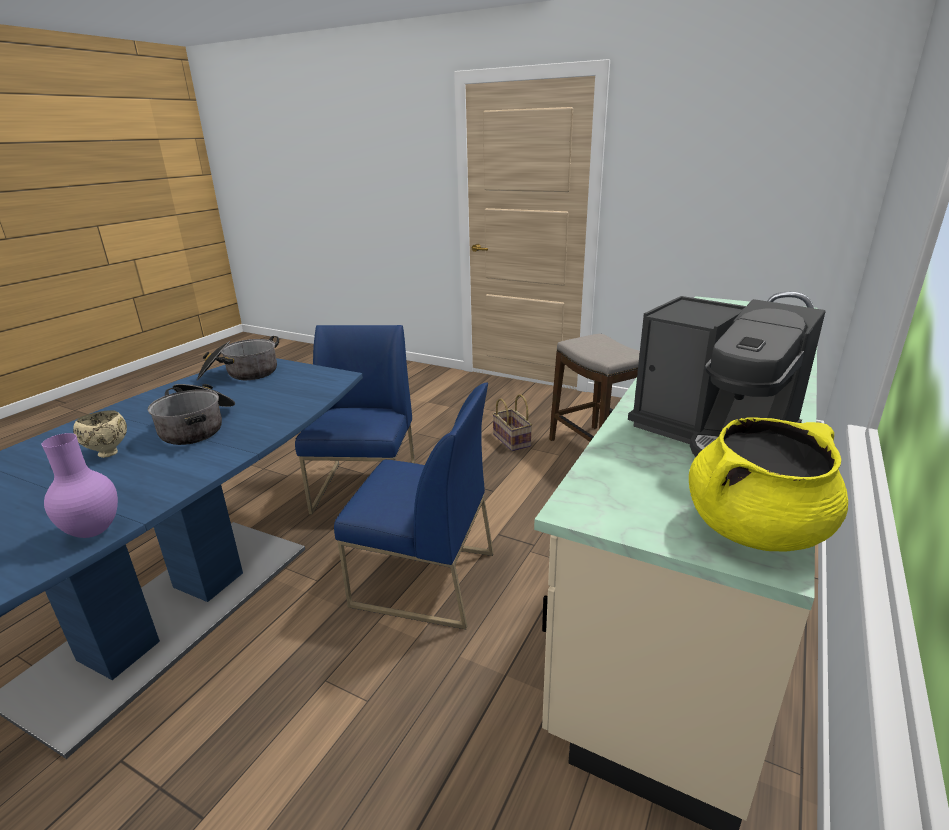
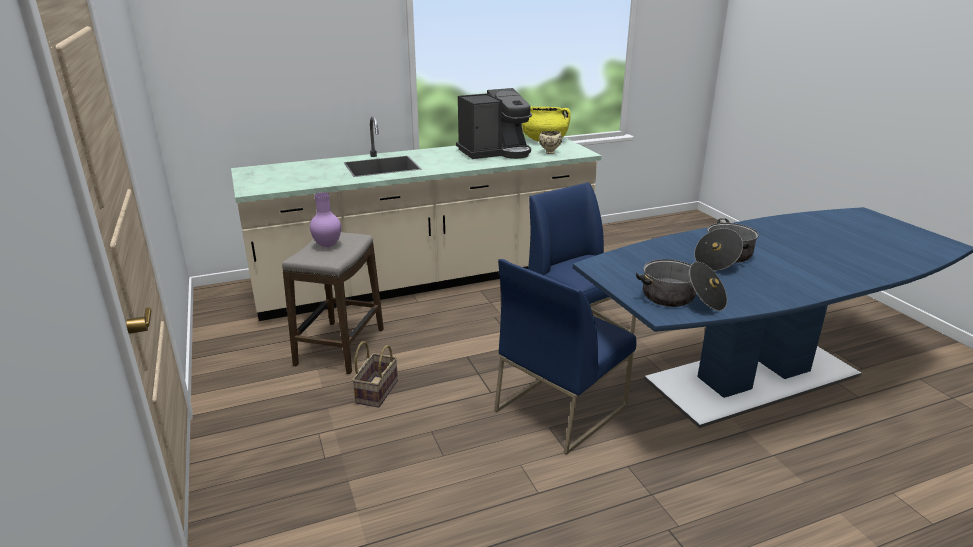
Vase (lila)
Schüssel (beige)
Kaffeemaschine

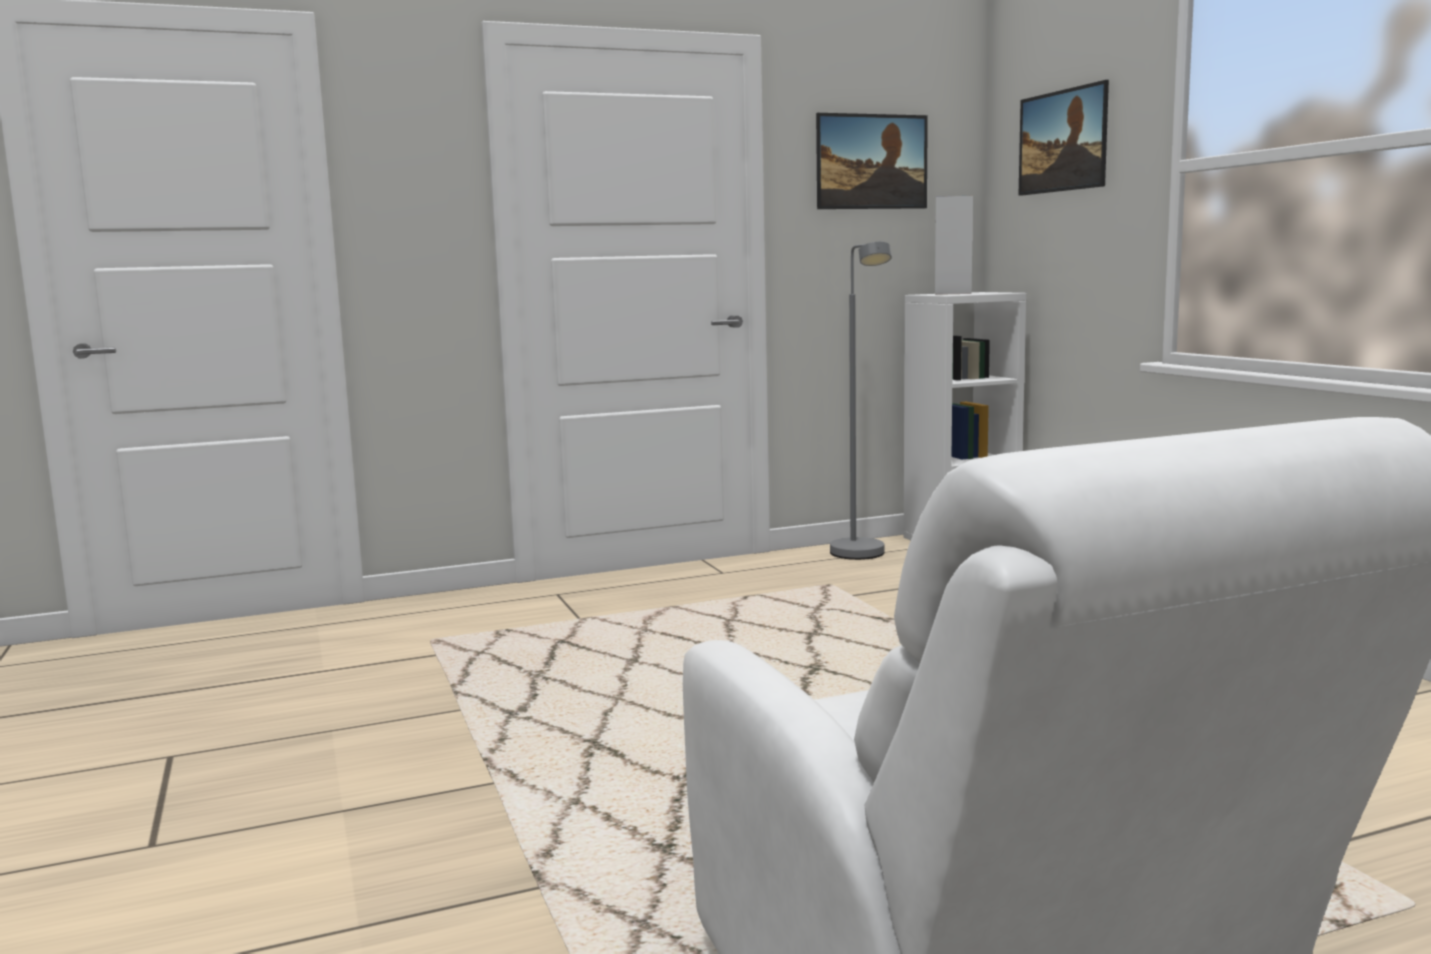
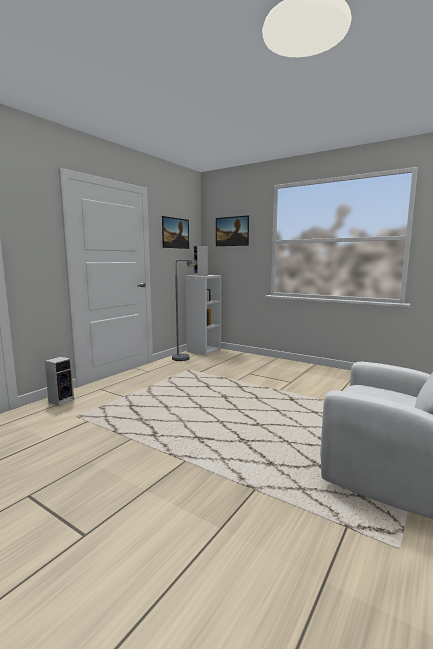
Lautsprecher (1st from left)

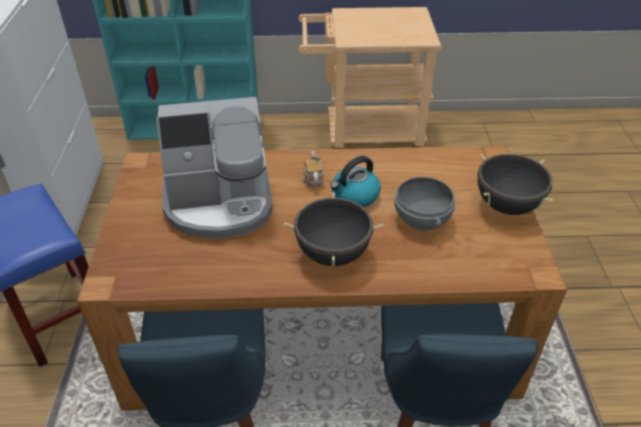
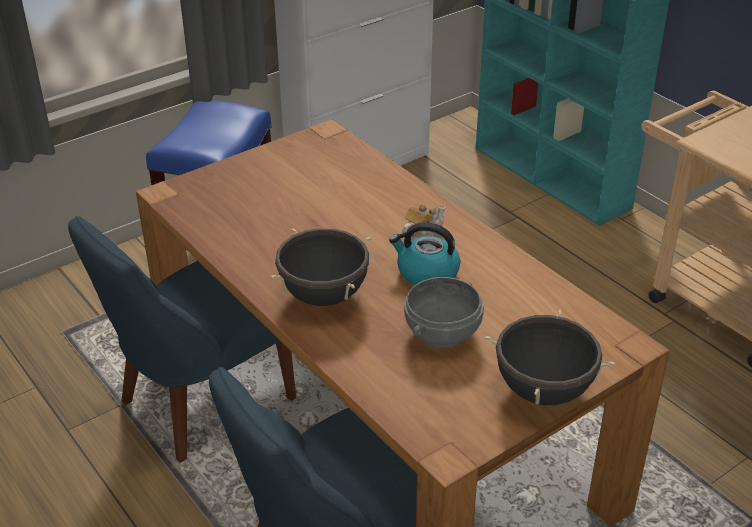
Kaffeemaschine

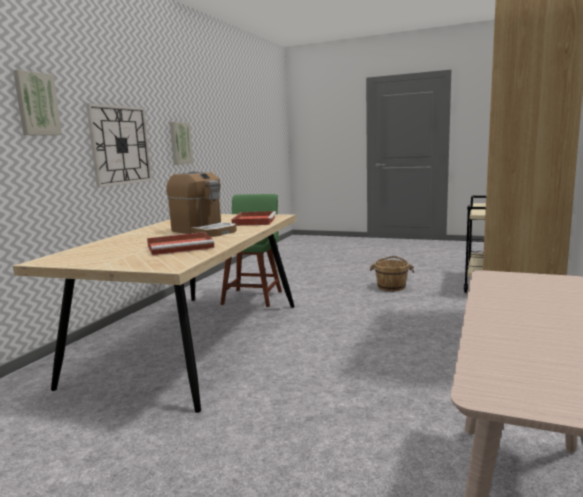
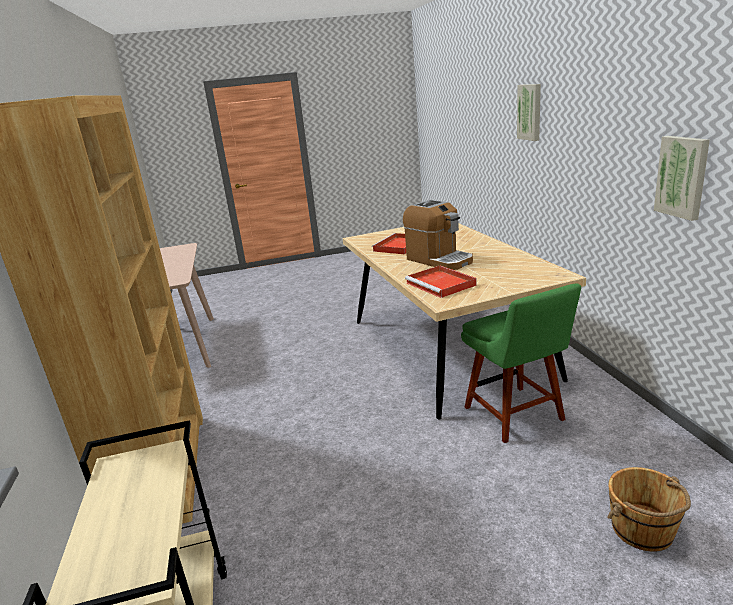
Wanduhr
Kaffeemaschine
Eimer (braun)

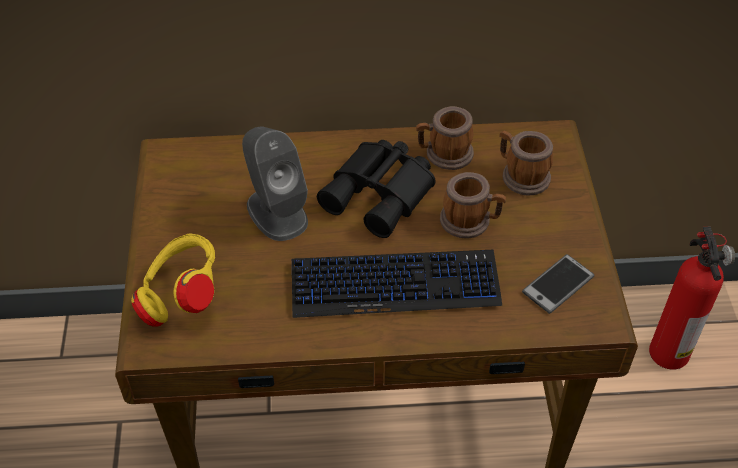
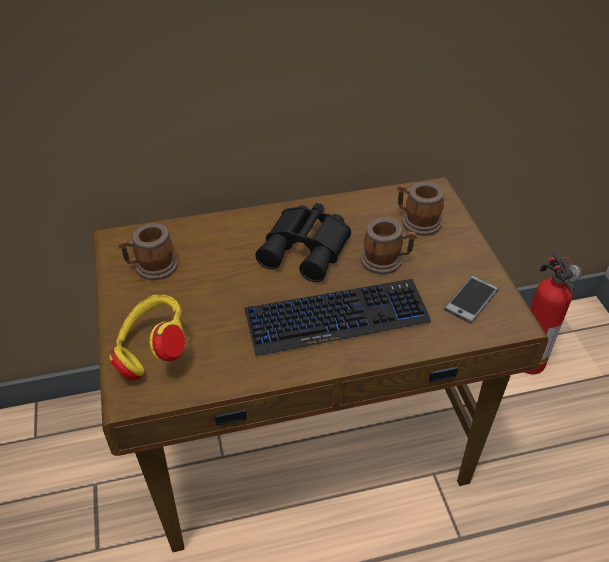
Lautsprecher (grau)
Henkelbecher (1st from left)

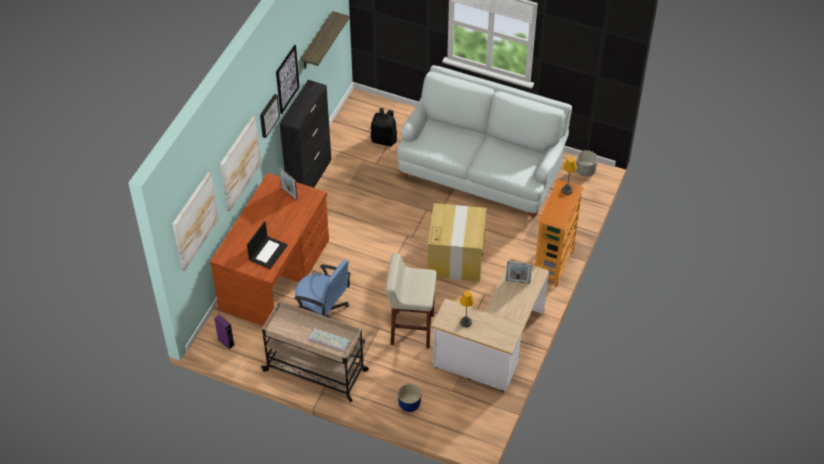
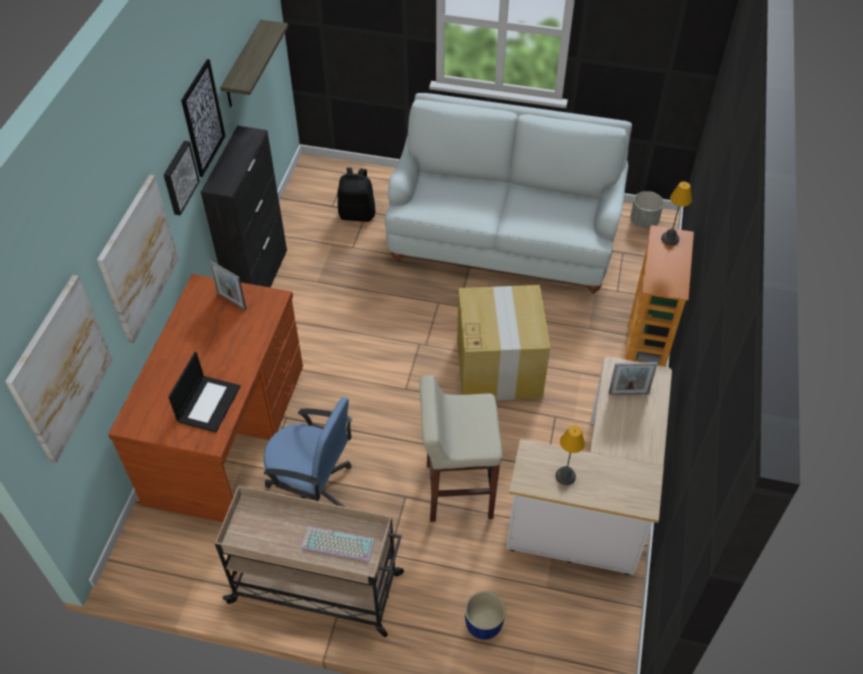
Lautsprecher (lila)

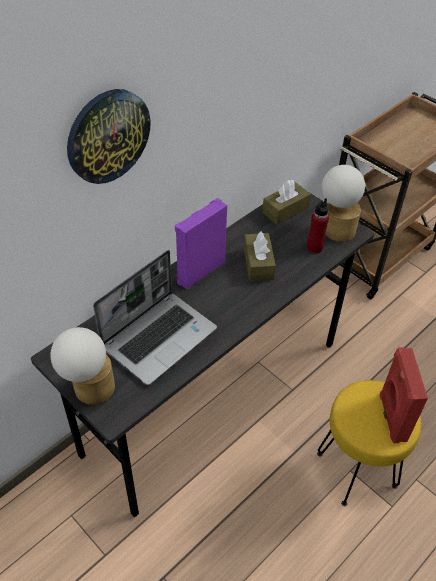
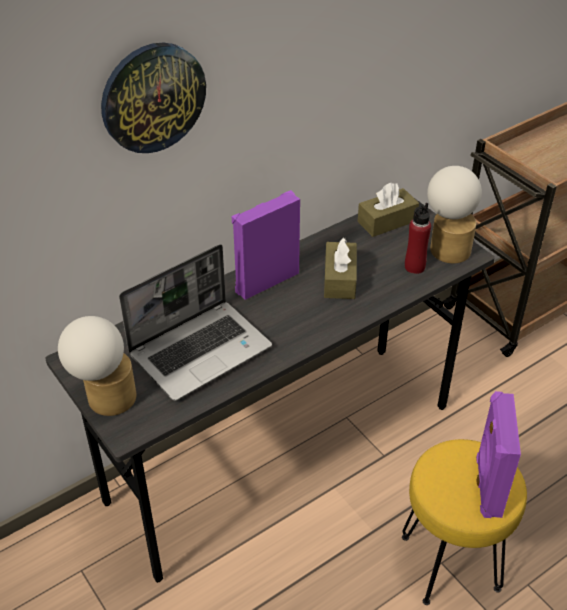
Lautsprecher (lila) (2nd from left)

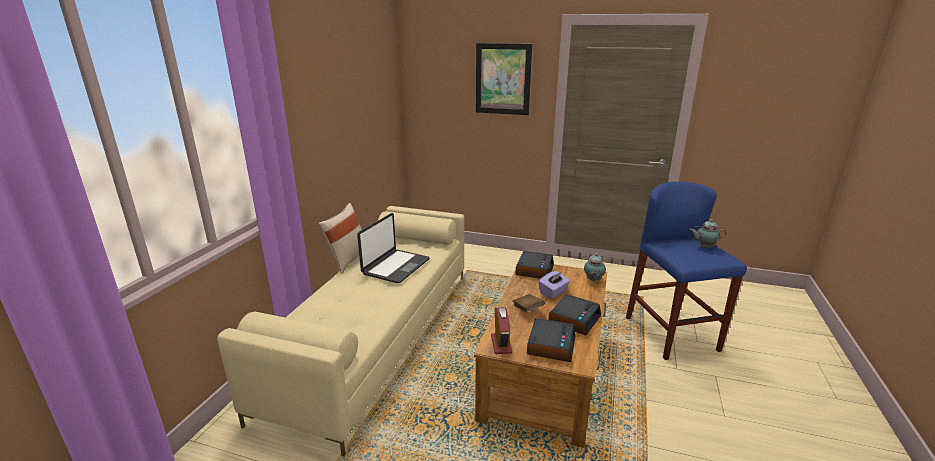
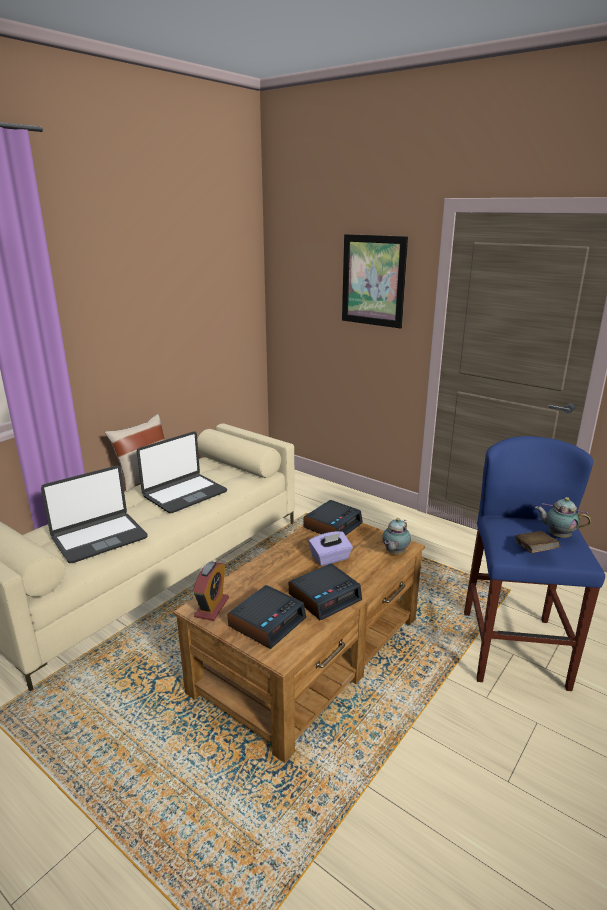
Buch (braun)
Laptop (1st from left)

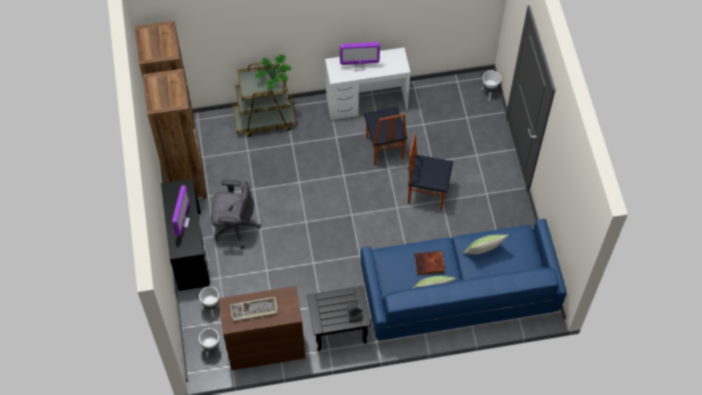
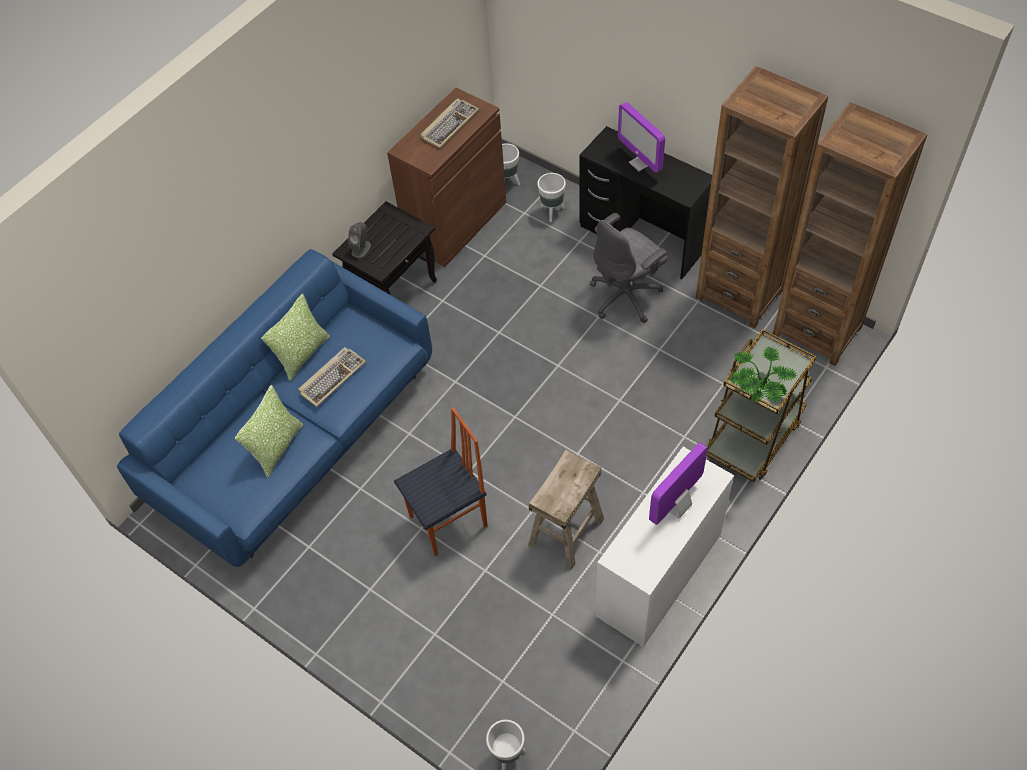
Hocker (beige)
Tastatur (1st from left)

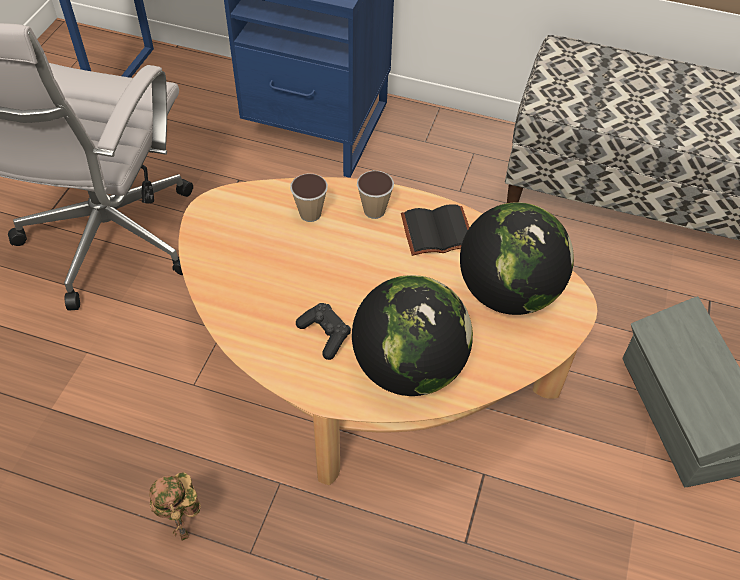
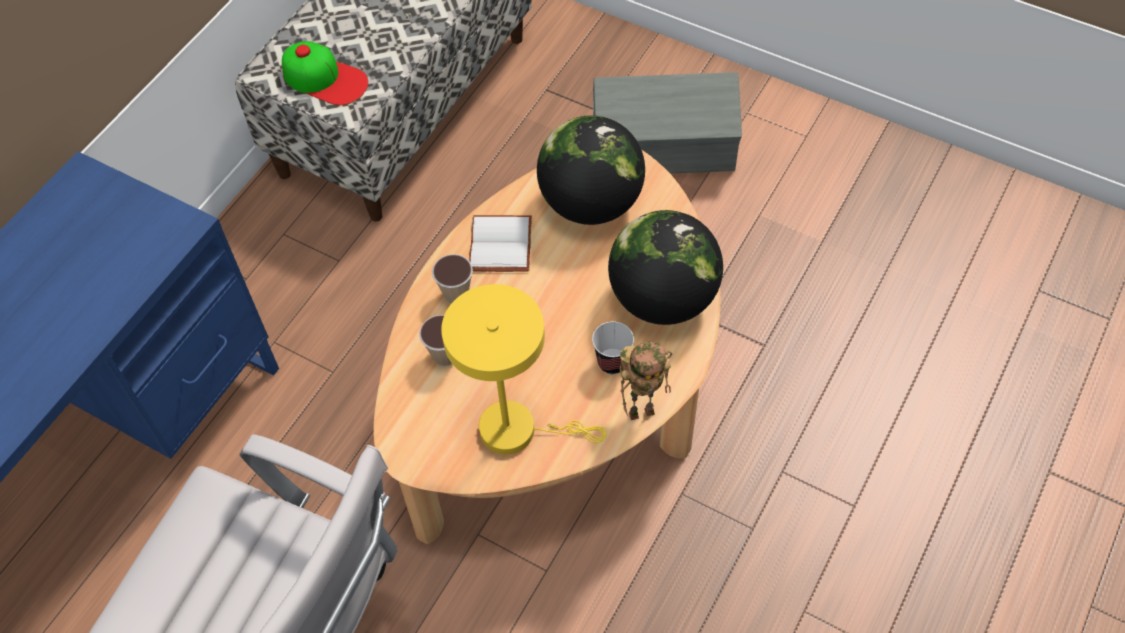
Spielzeugroboter
Tasse (3rd from left)
Buch (weiß)
Kappe
Tischlampe (gelb)

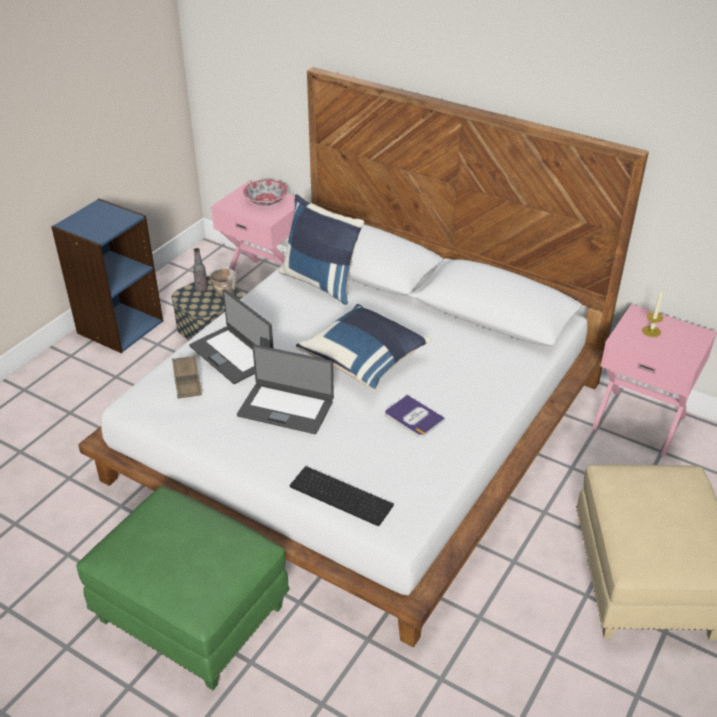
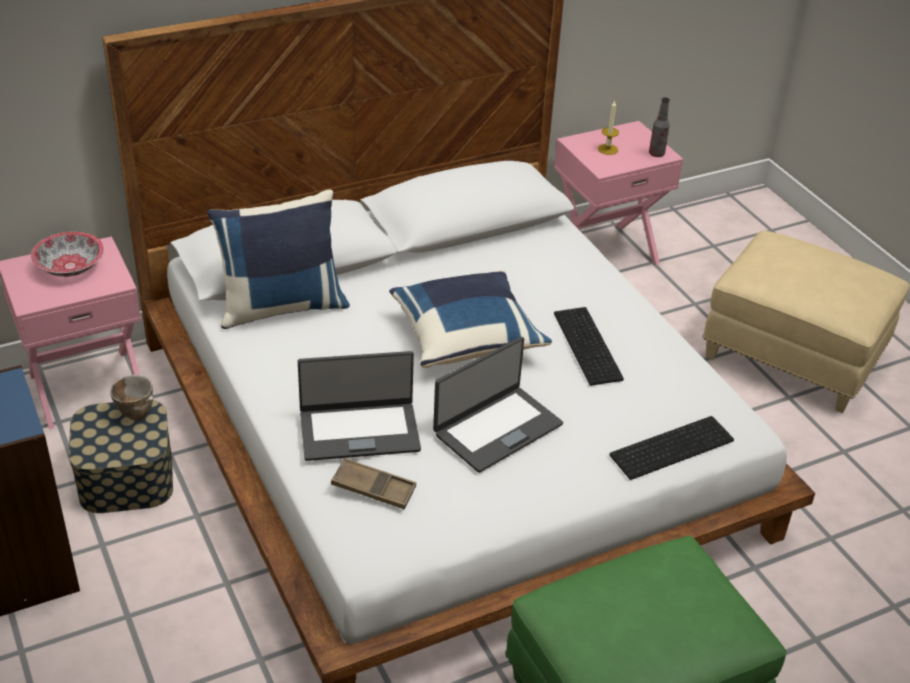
Flasche
Tastatur (1st from left)

